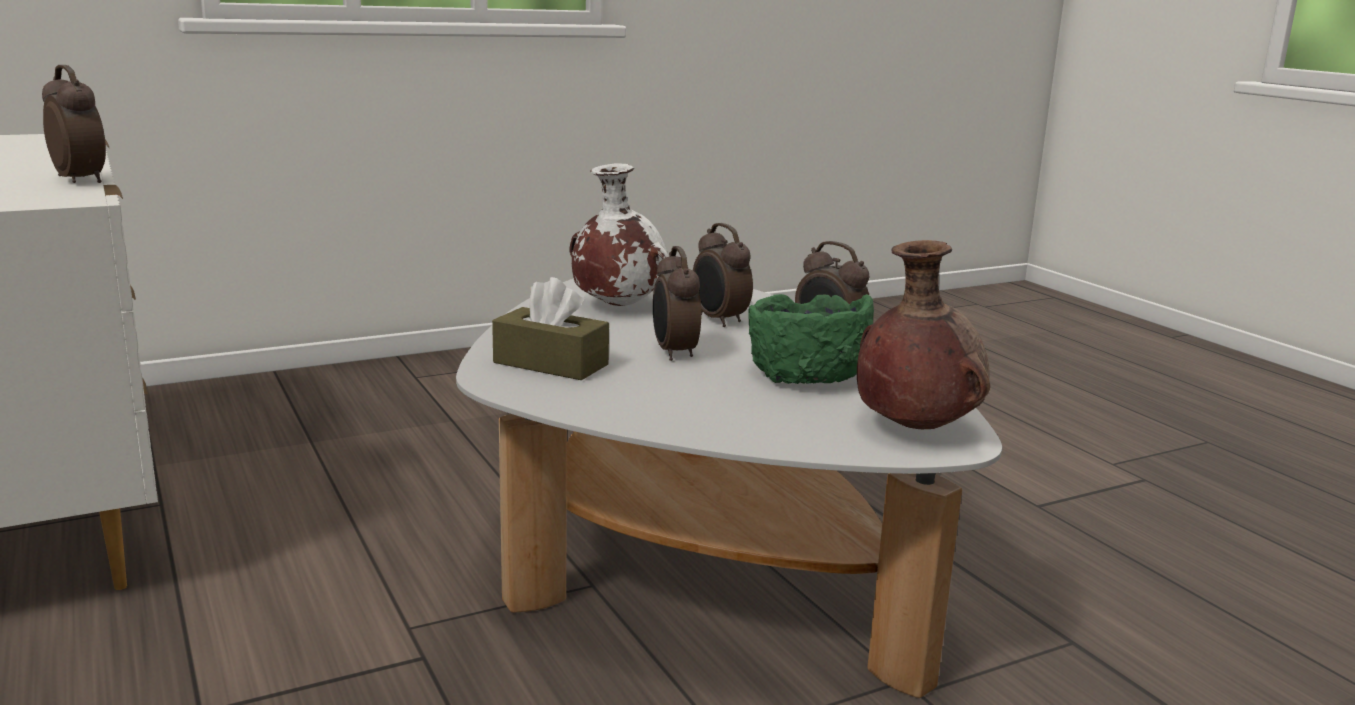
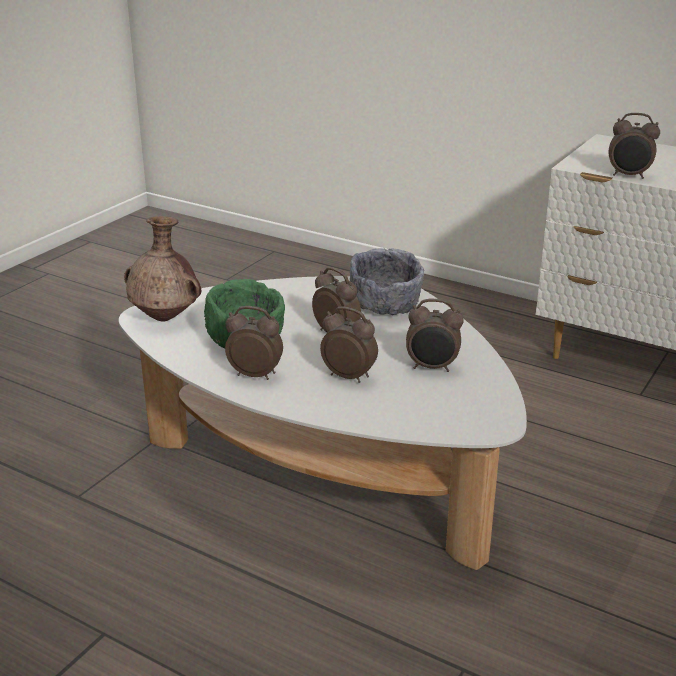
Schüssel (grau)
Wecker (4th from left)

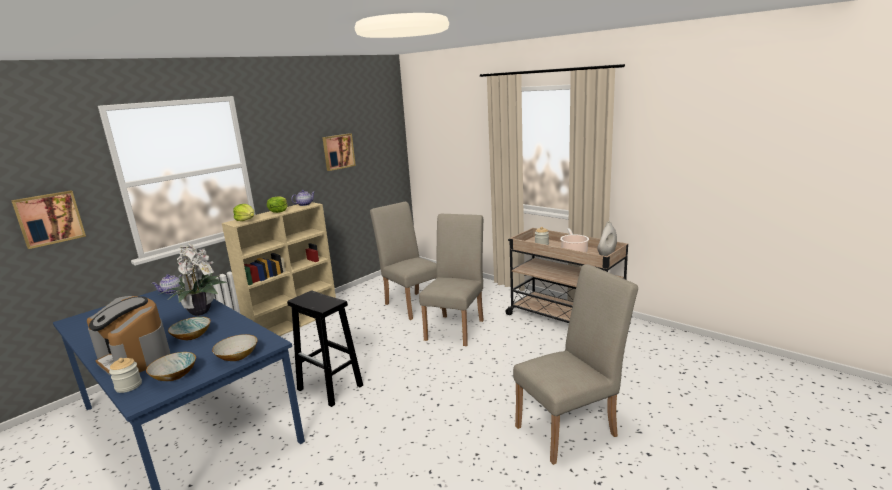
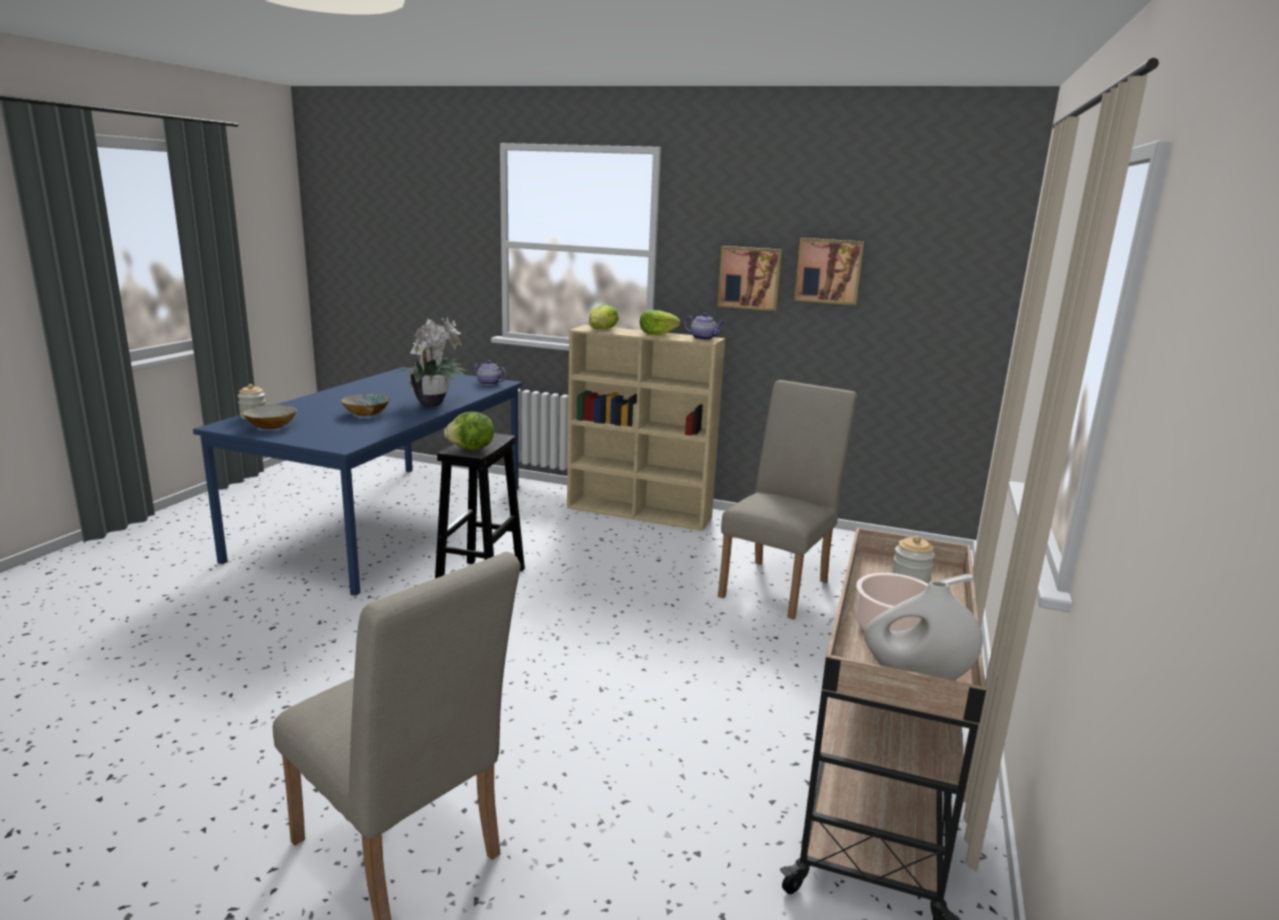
Bild (1st from left)
Kaffeemaschine
Schüssel (3rd from left in the first image)
Stuhl (beige) (2nd from left in the first image)
Salatkopf (1st from left)

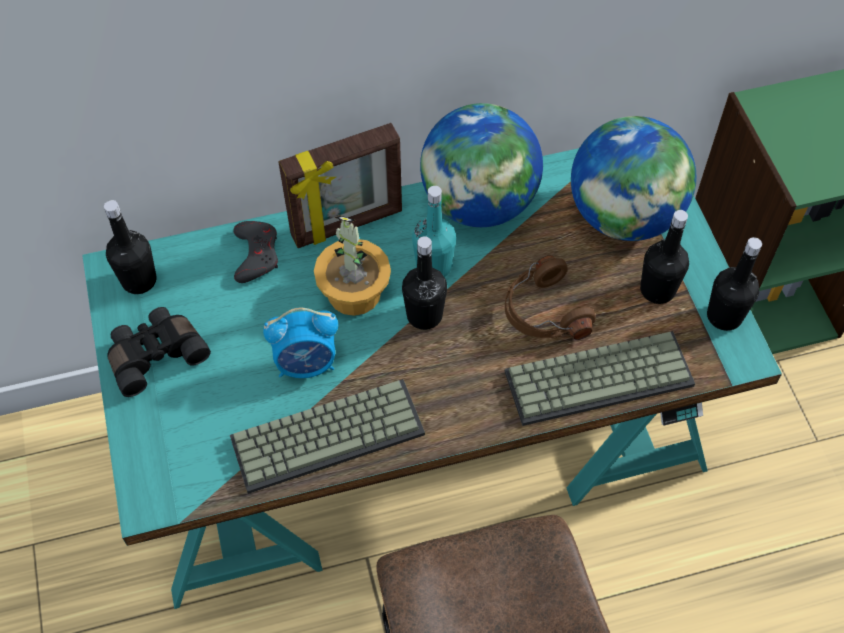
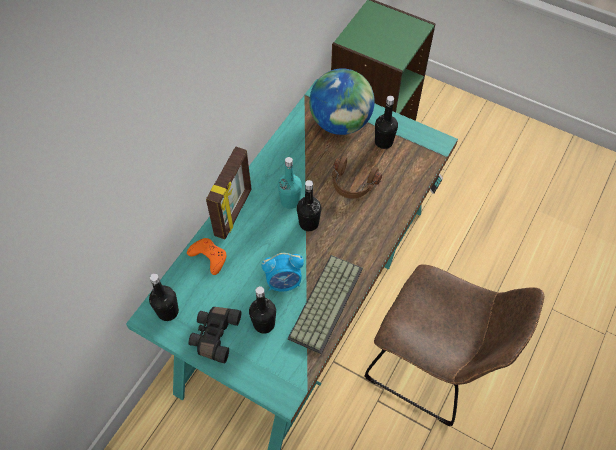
Gamepad (orange)
Wecker
Topfpflanze
Globus (1st from left in the first image)
Tastatur (2nd from left in the first image)
Flasche (schwarz) (2nd from left)

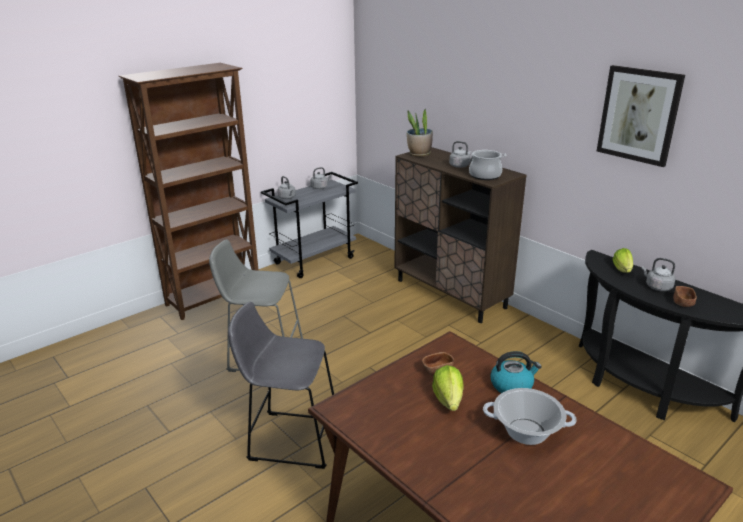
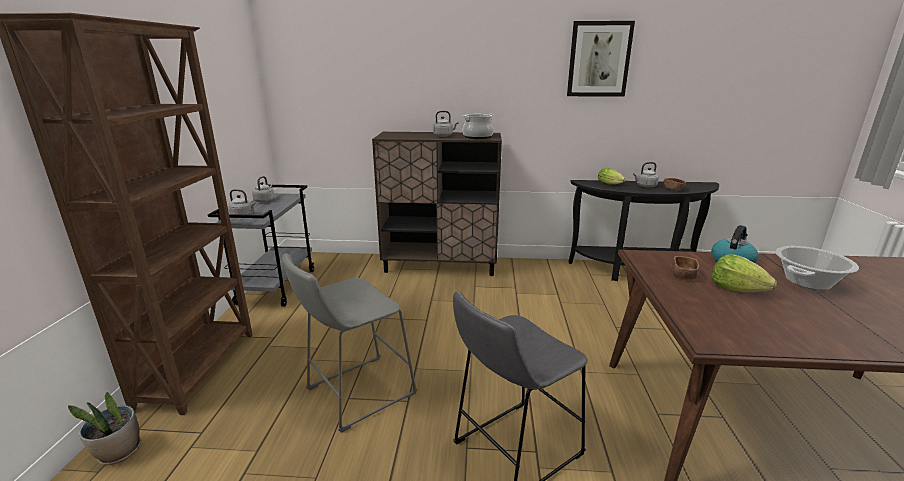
Topfpflanze

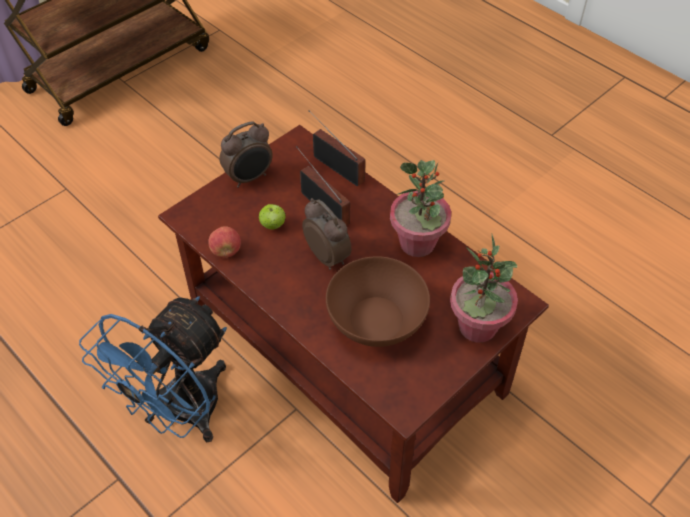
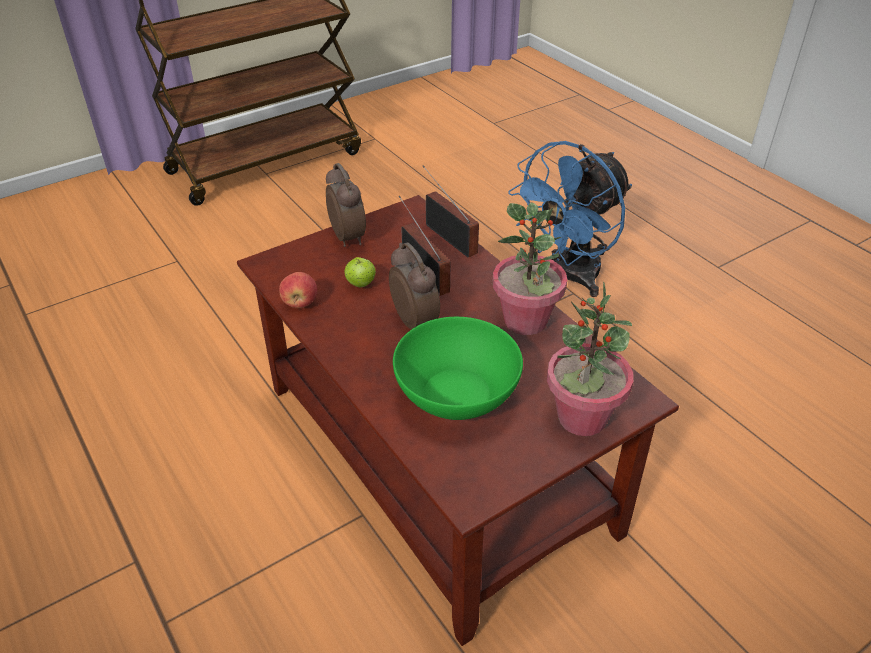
Ventilator (blau)
Wecker (1st from left)
Schüssel (grün)

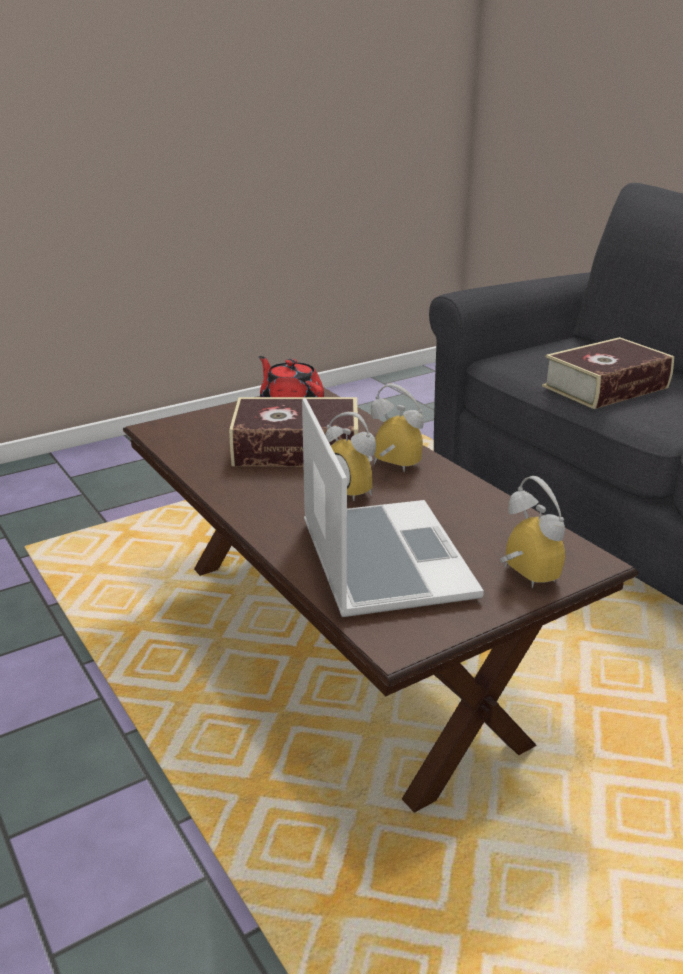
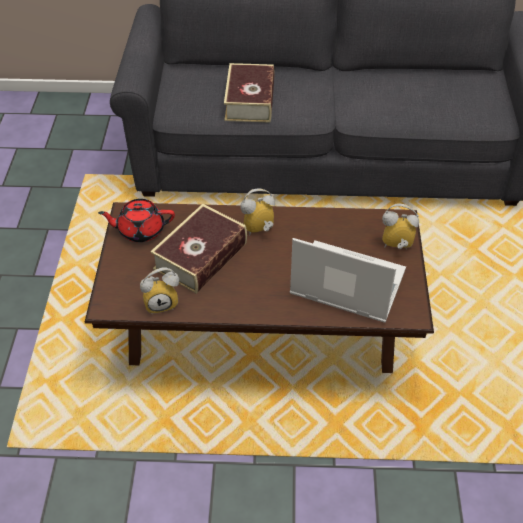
Wecker (1st from left)

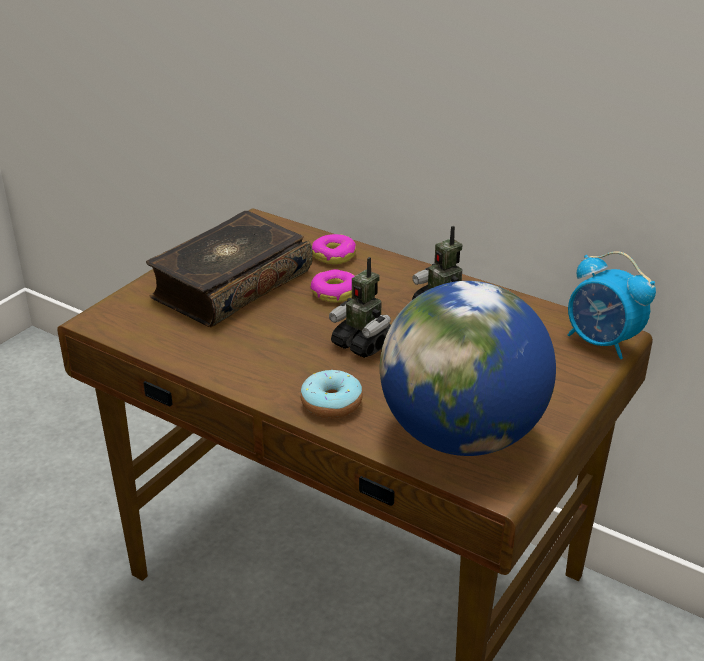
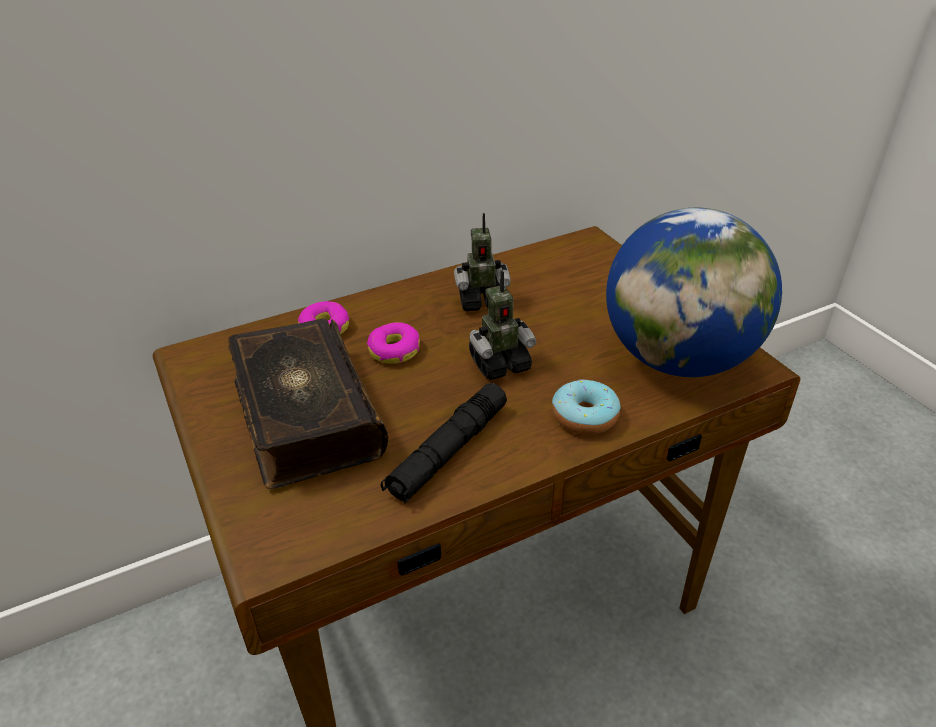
Wecker
Taschenlampe (schwarz)

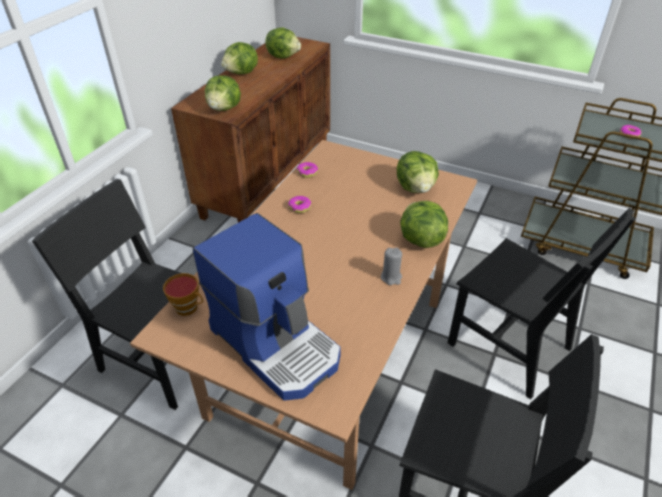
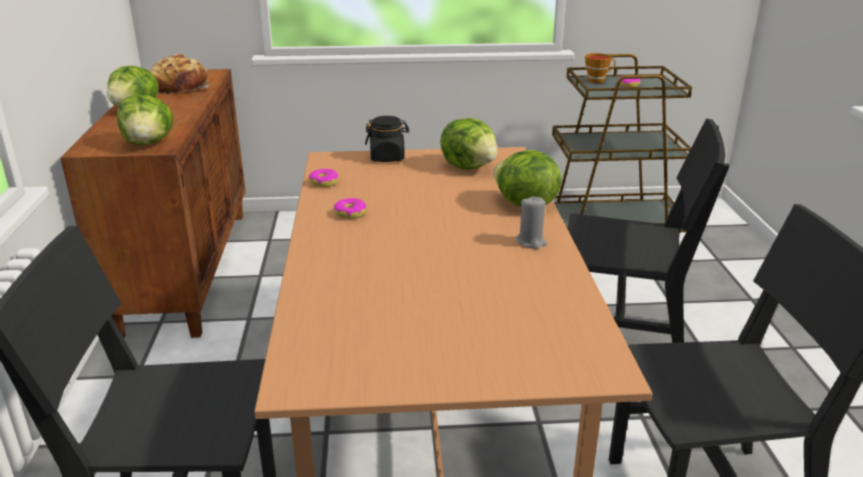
Tasse
Kaffeemaschine
Brot
Vorratsglas (schwarz)

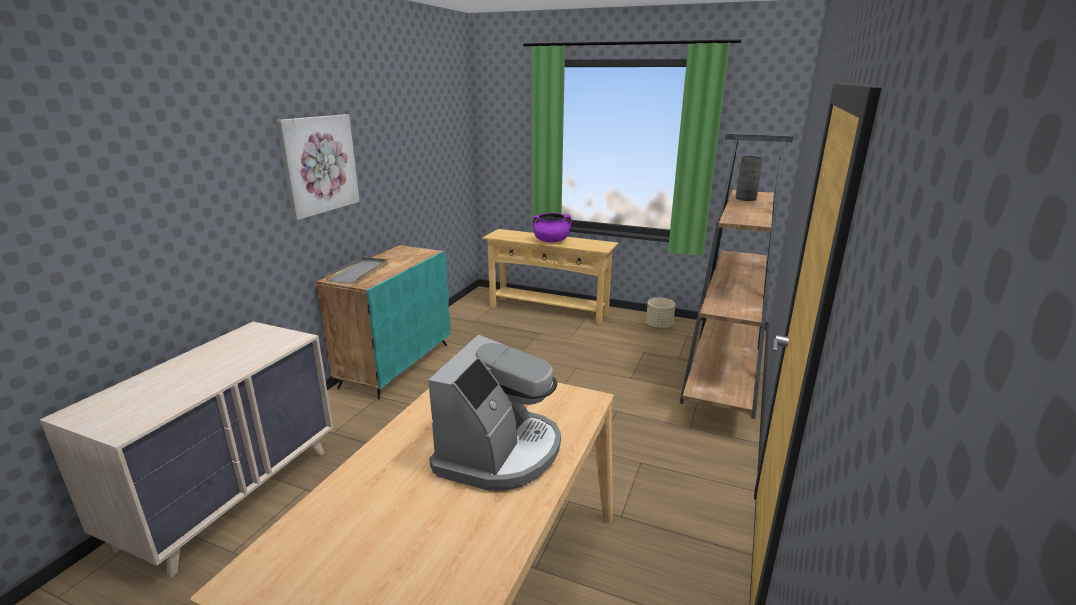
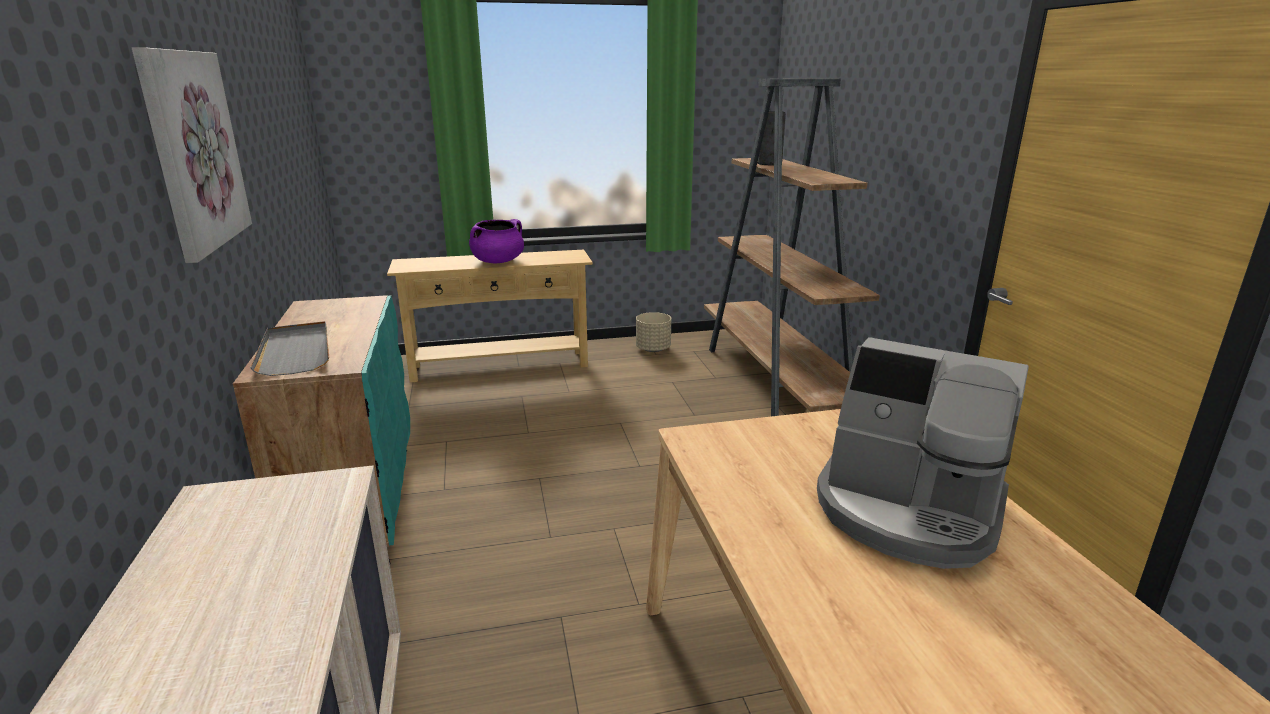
Kaffeemaschine

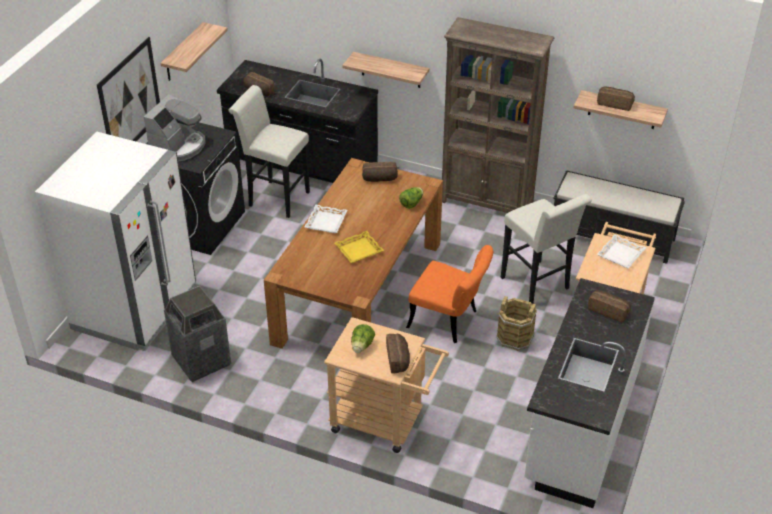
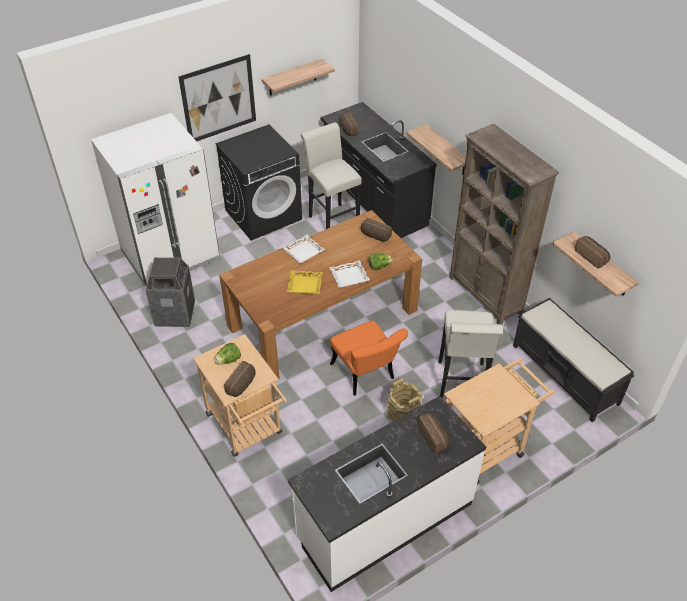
Kaffeemaschine
Tablett (weiß) (2nd from left)

